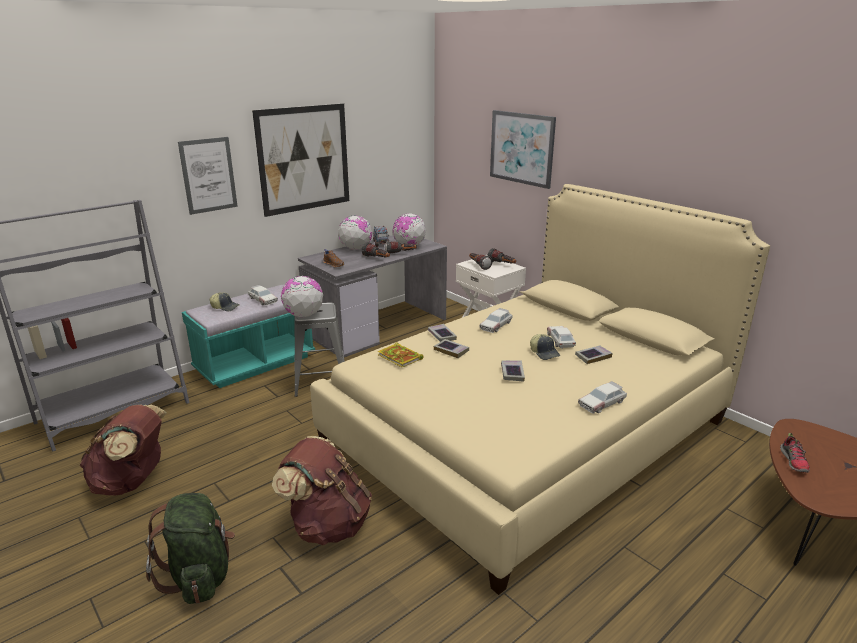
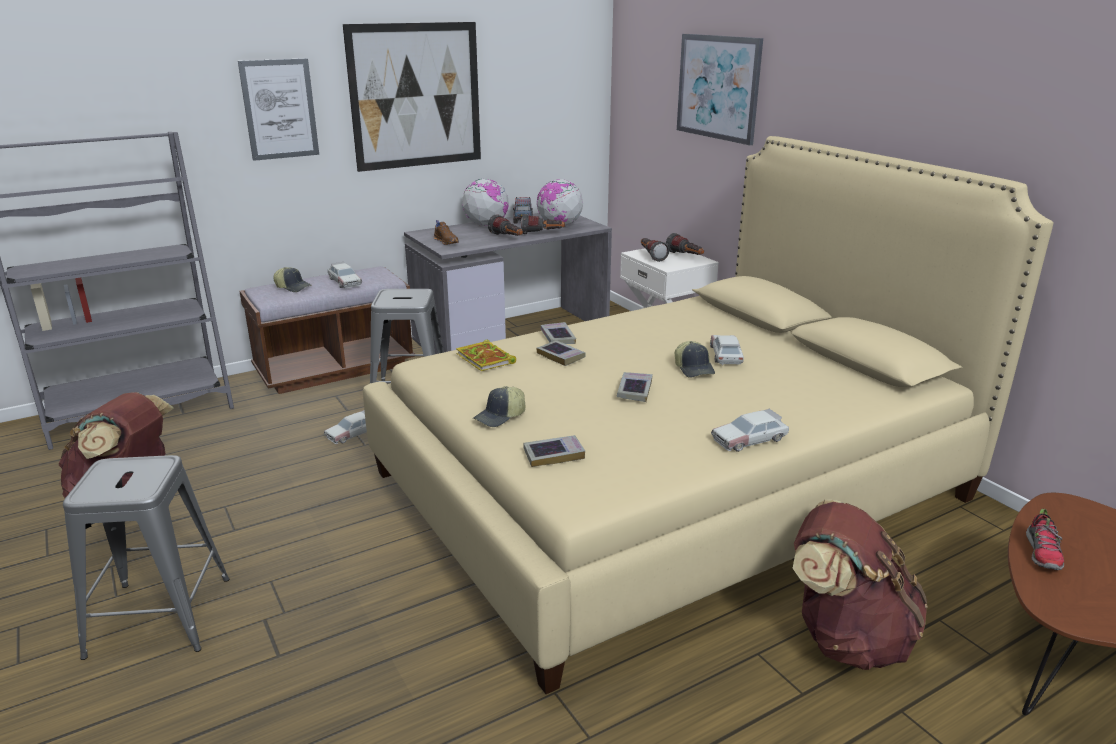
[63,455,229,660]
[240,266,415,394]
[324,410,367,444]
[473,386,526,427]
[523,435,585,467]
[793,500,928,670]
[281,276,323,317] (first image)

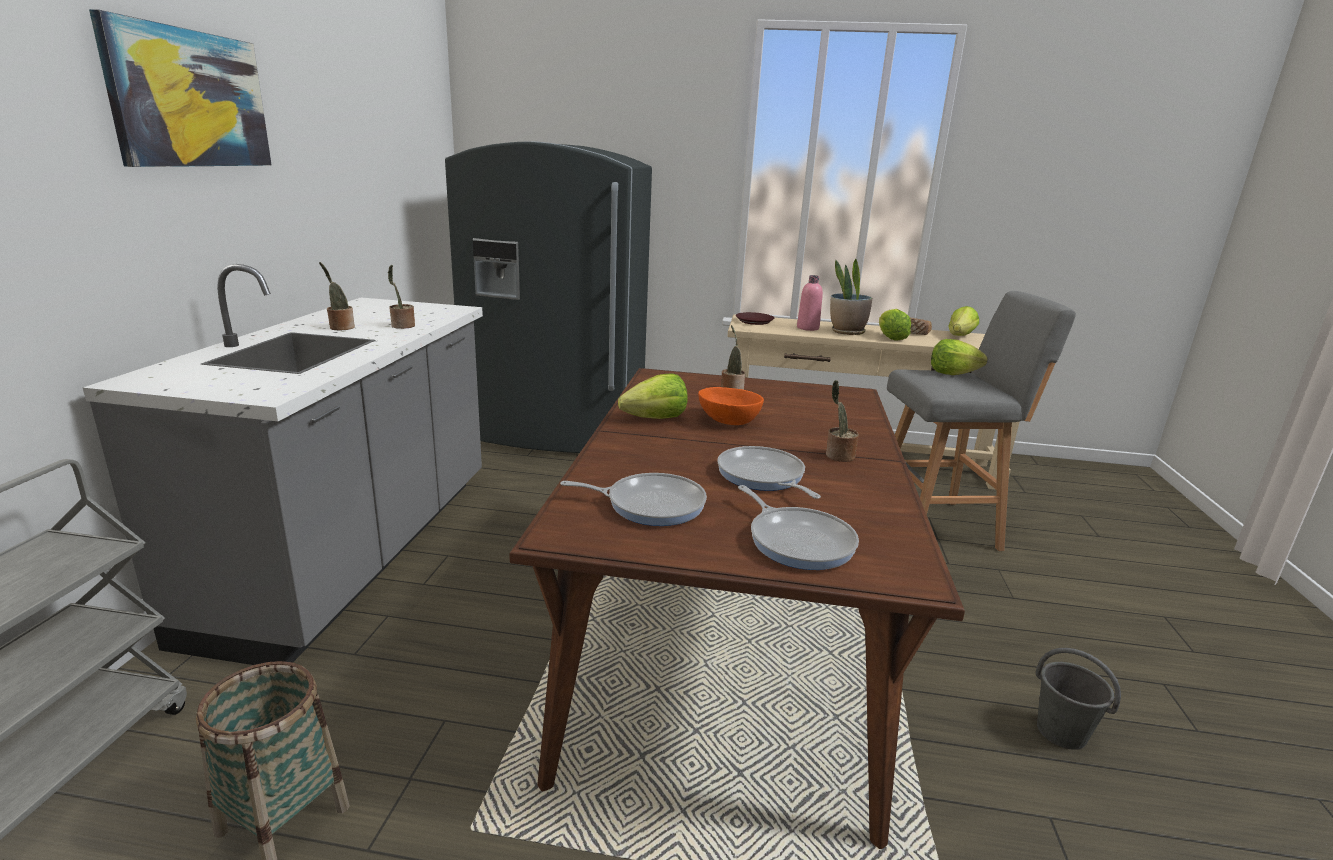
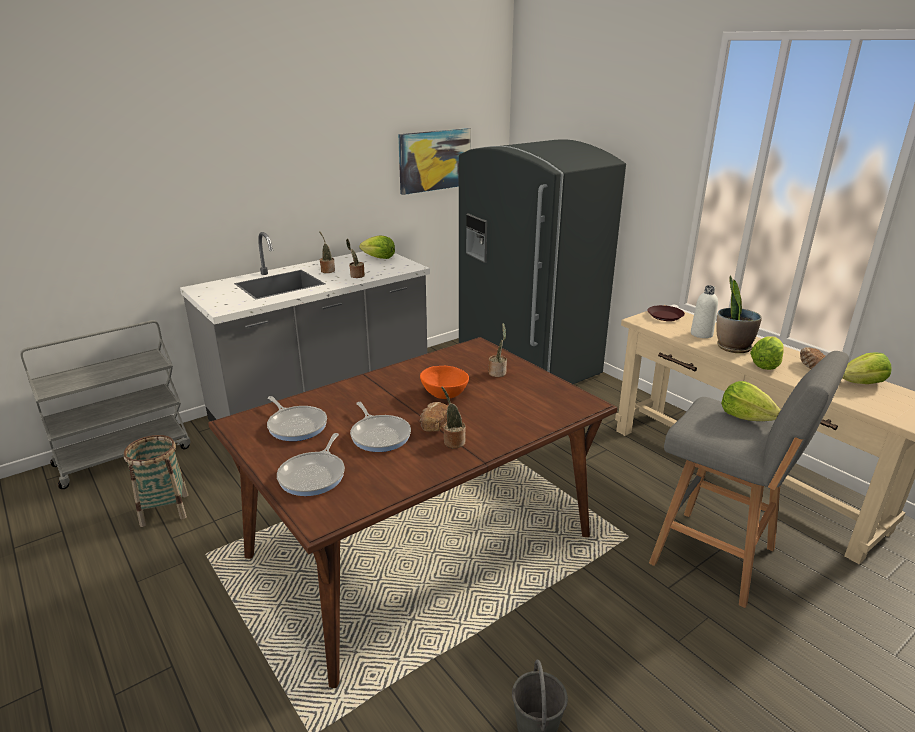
[350,402,411,452]
[359,235,395,259]
[398,128,471,195]
[420,402,448,431]
[691,285,718,338]

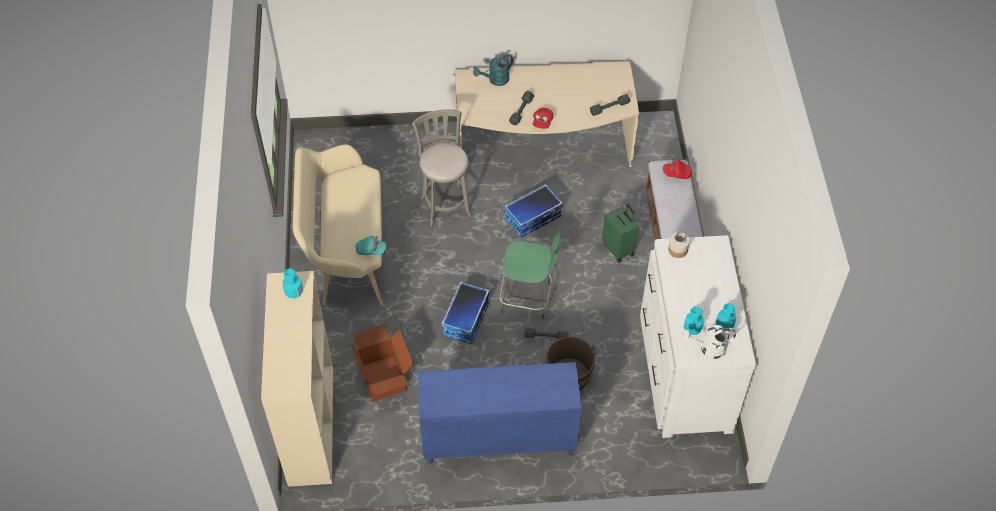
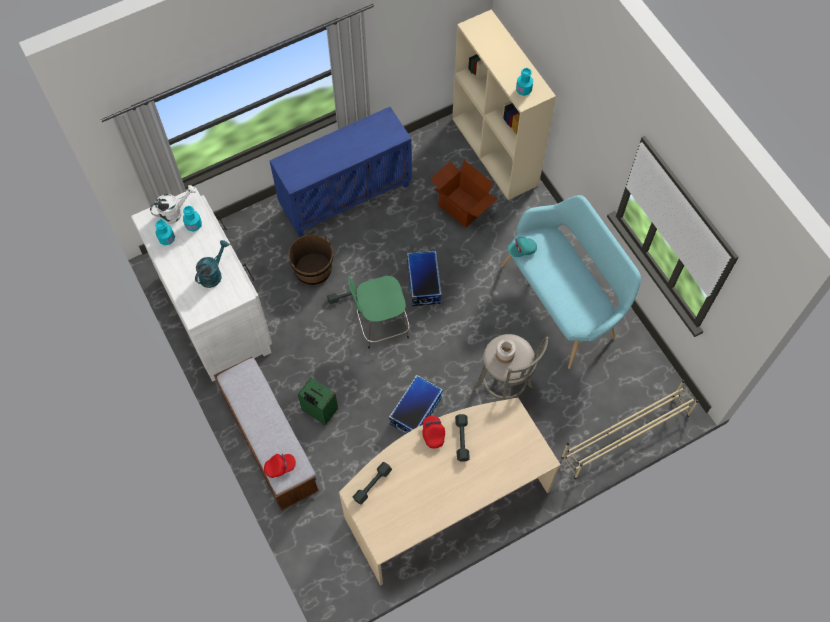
[195,240,229,288]
[496,340,516,364]
[501,195,641,369]
[561,380,699,479]

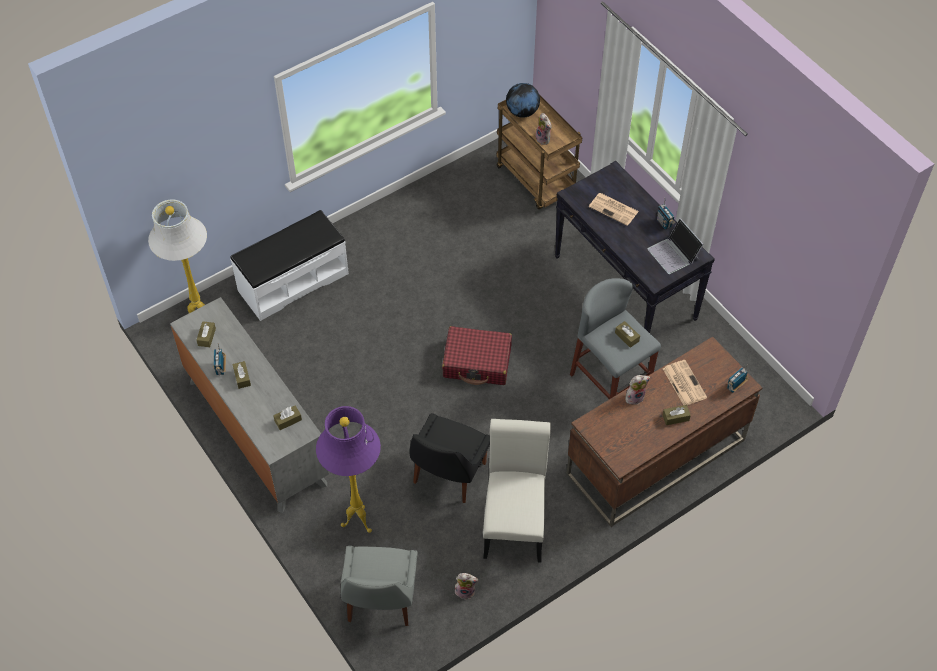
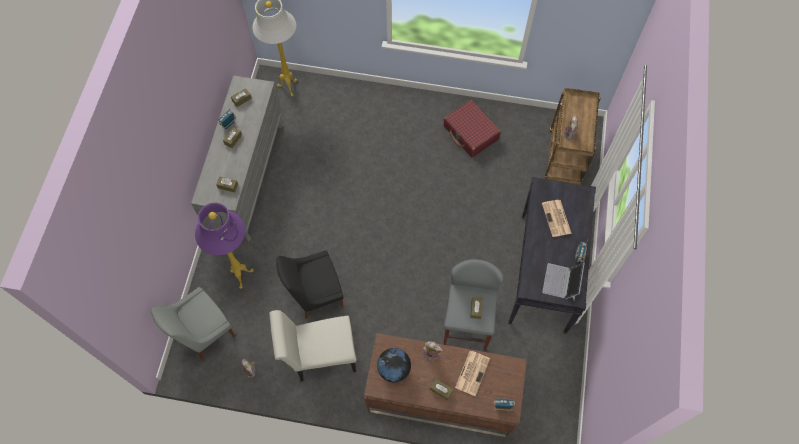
[269,310,357,382]
[377,348,411,383]
[444,100,501,157]
[230,210,349,321] (first image)

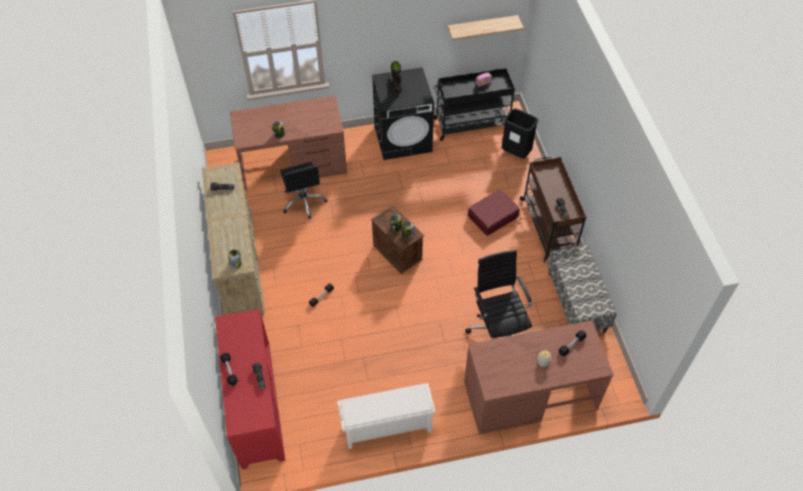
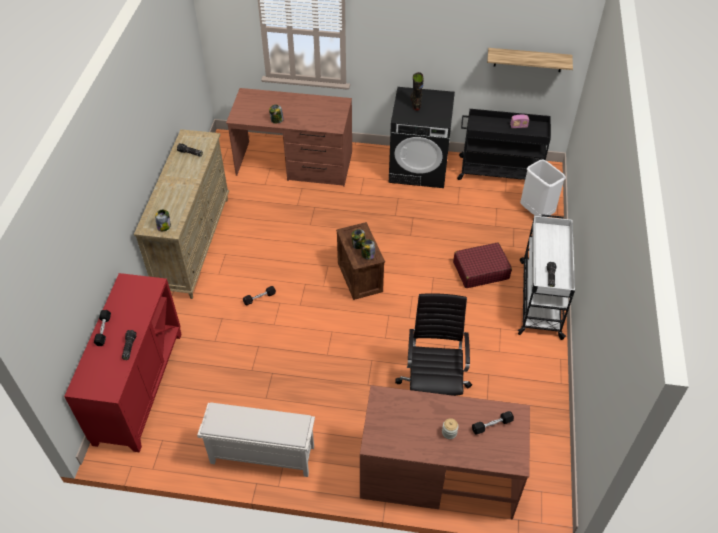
[518,214,575,340]
[520,159,566,216]
[280,162,327,219] (first image)
[547,244,616,333] (first image)

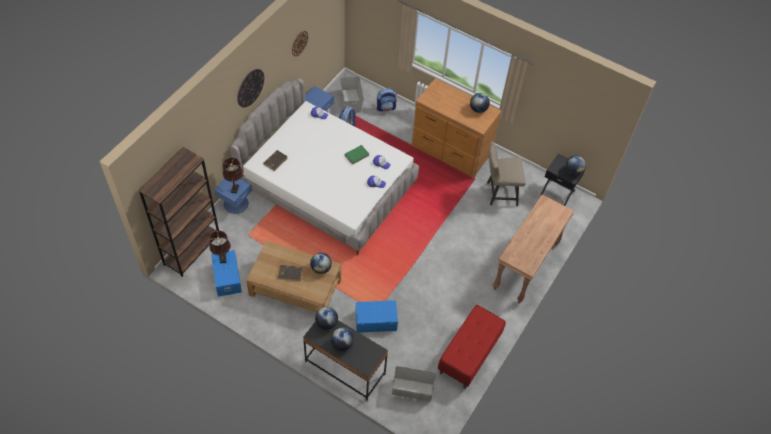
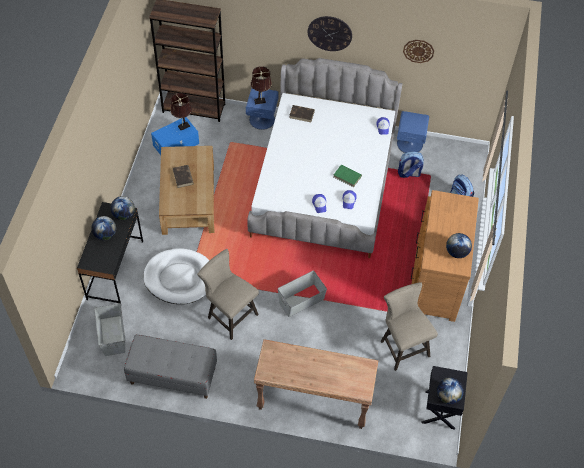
[124,334,217,399]
[143,248,209,304]
[197,249,259,340]
[278,271,327,317]
[310,253,332,274] (first image)

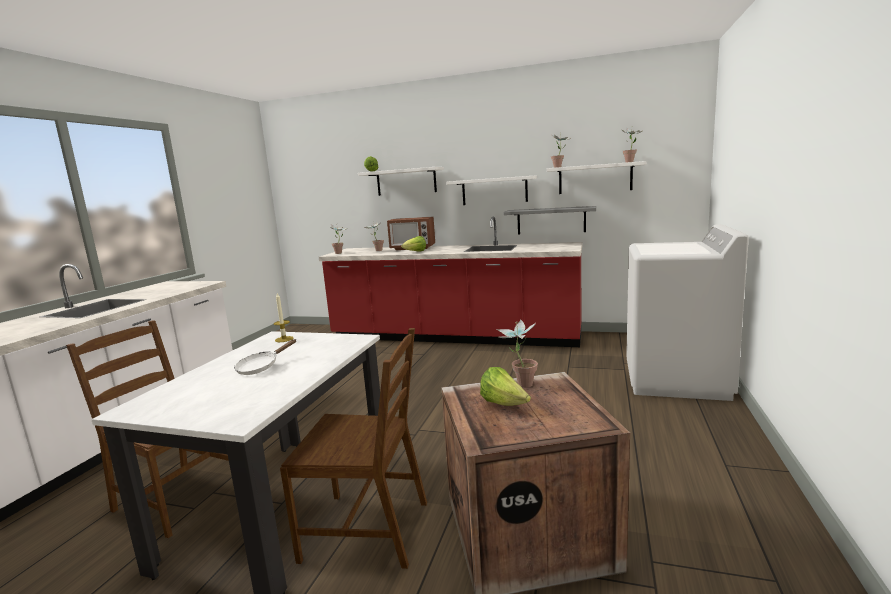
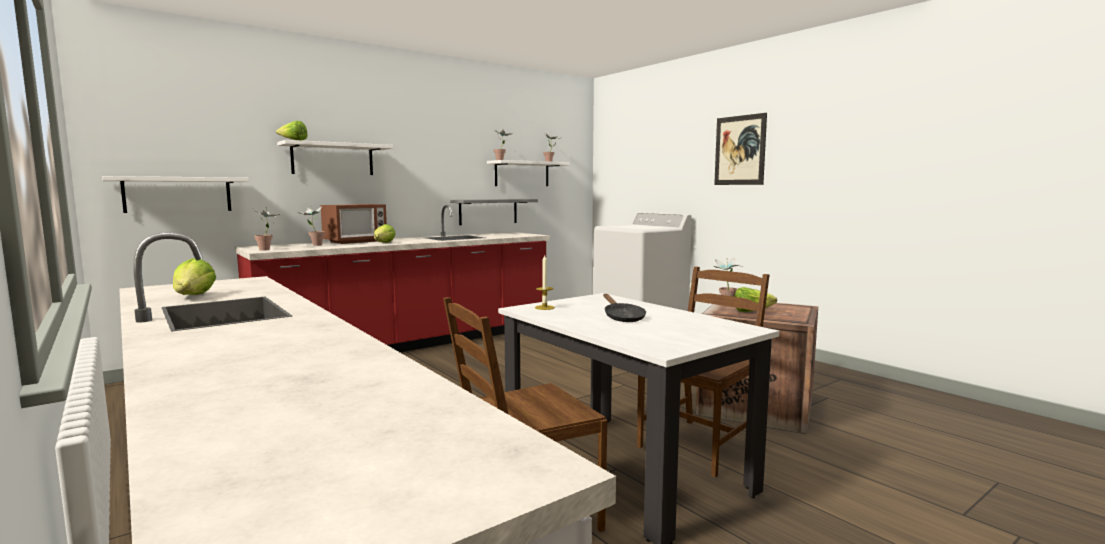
[102,176,249,213]
[173,258,216,295]
[603,294,646,322]
[714,113,767,185]

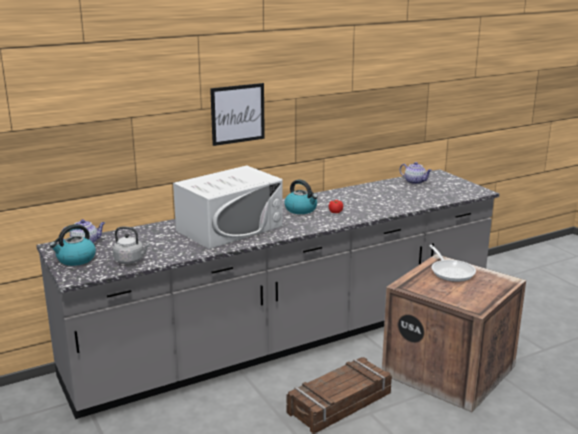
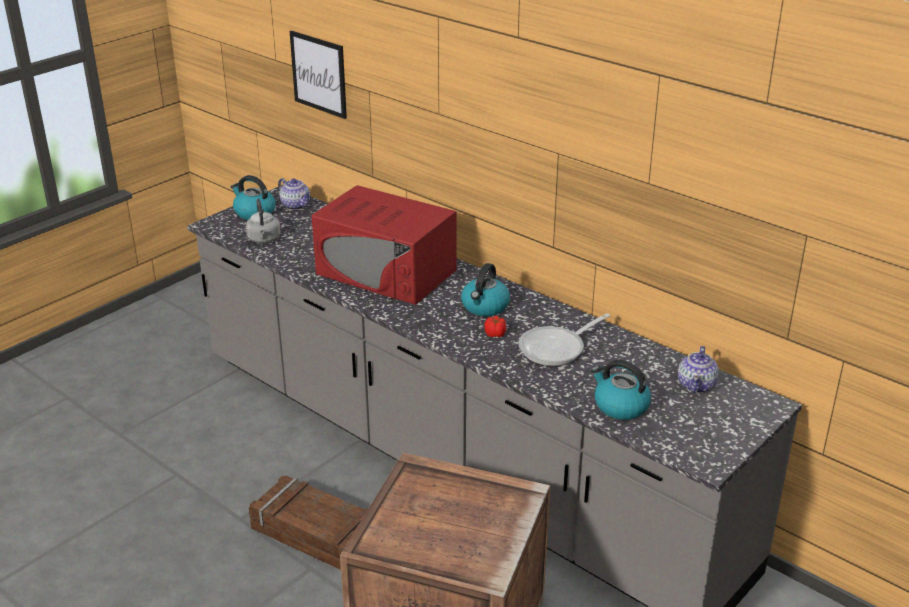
[290,31,347,119]
[312,185,456,305]
[518,313,610,366]
[591,360,651,420]

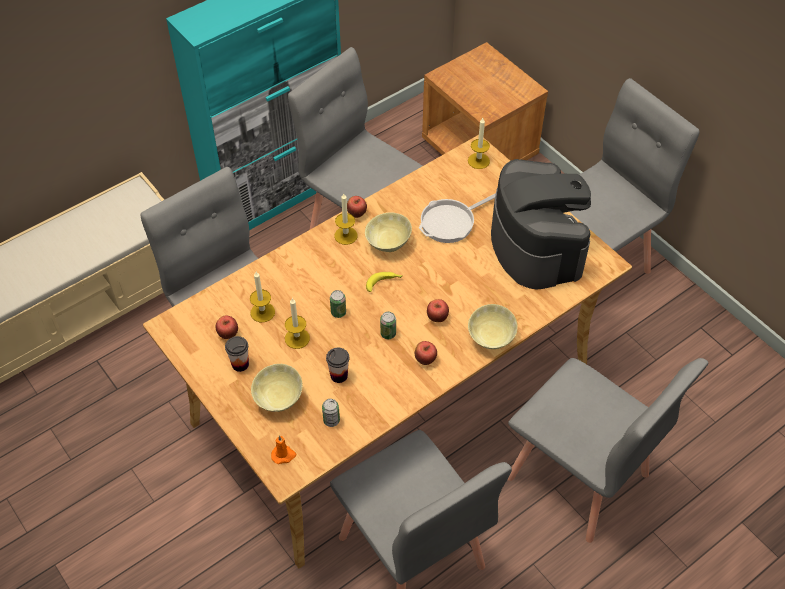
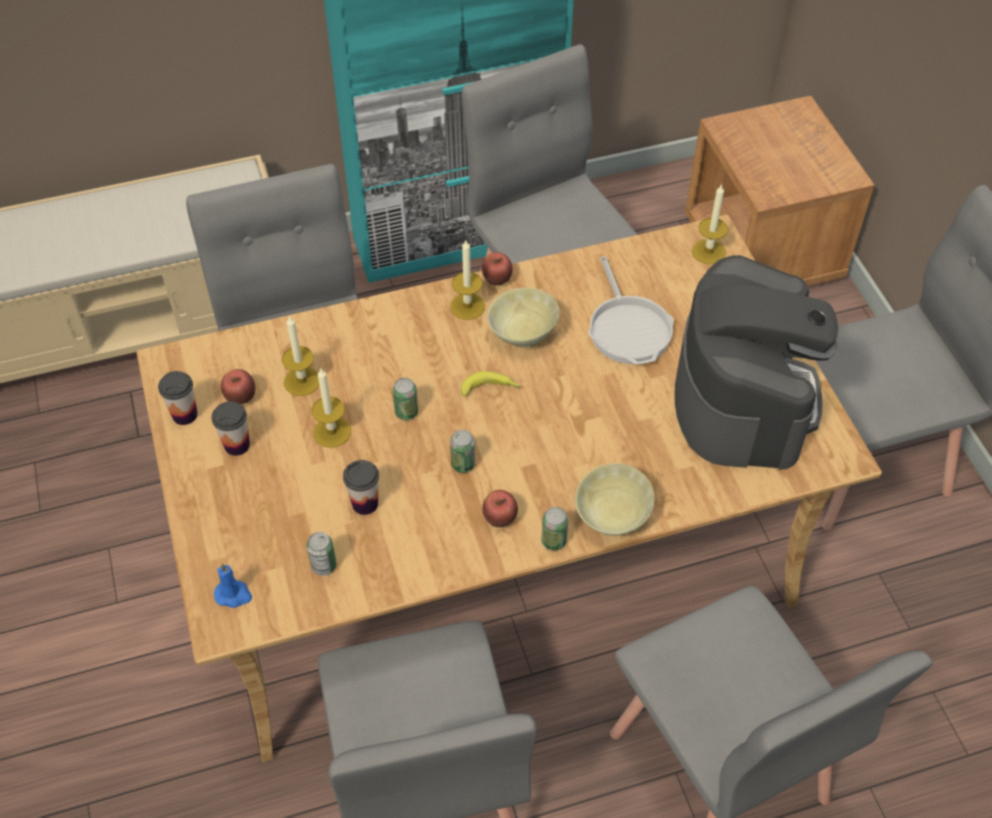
[158,371,197,425]
[214,563,252,608]
[541,507,568,551]
[589,256,674,365]
[251,364,302,412] (first image)
[427,299,449,322] (first image)

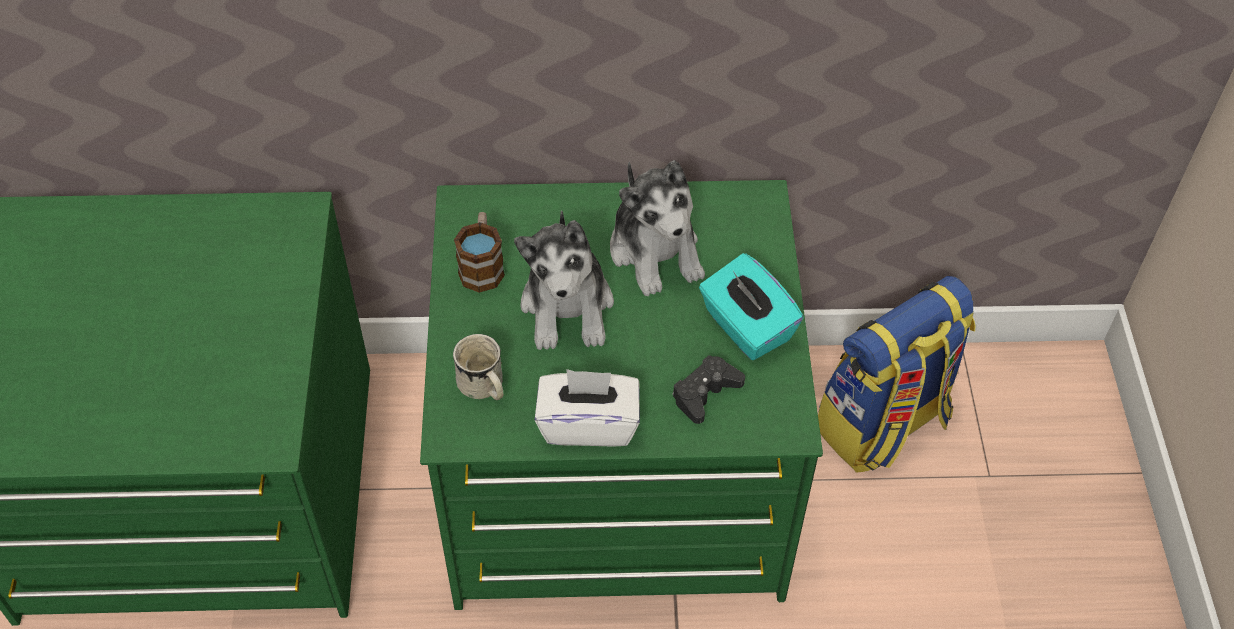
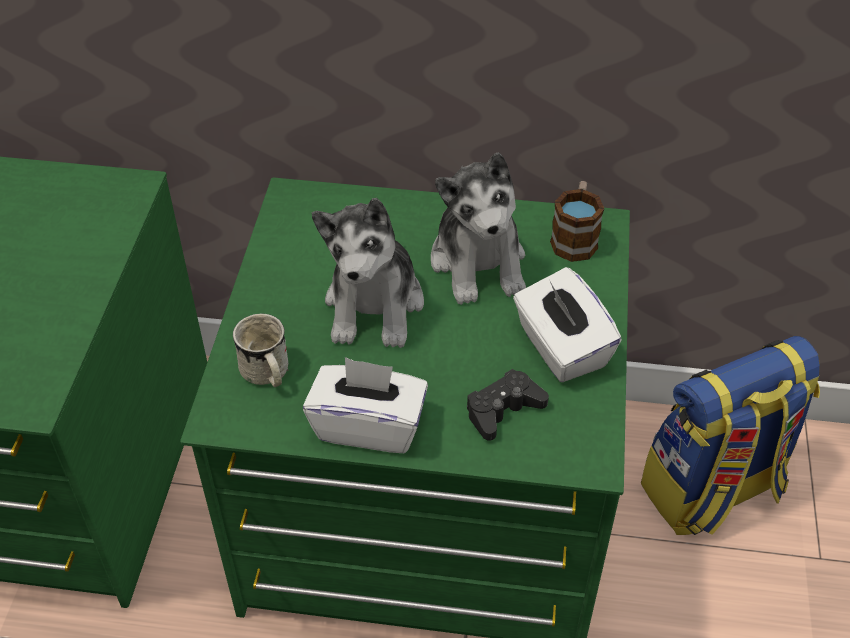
[513,267,622,382]
[550,181,604,262]

